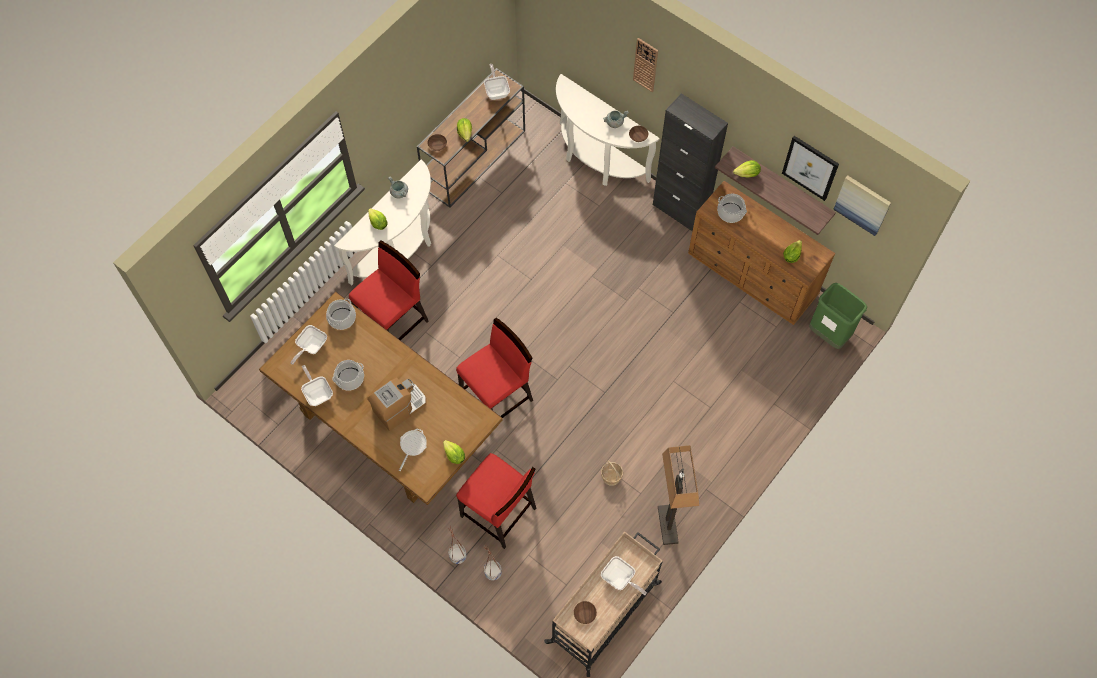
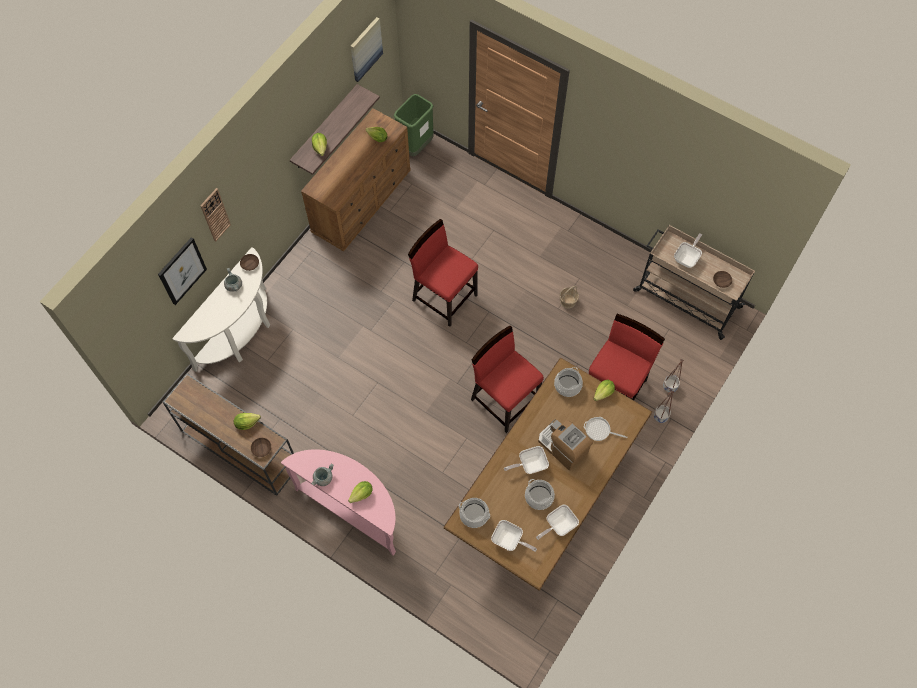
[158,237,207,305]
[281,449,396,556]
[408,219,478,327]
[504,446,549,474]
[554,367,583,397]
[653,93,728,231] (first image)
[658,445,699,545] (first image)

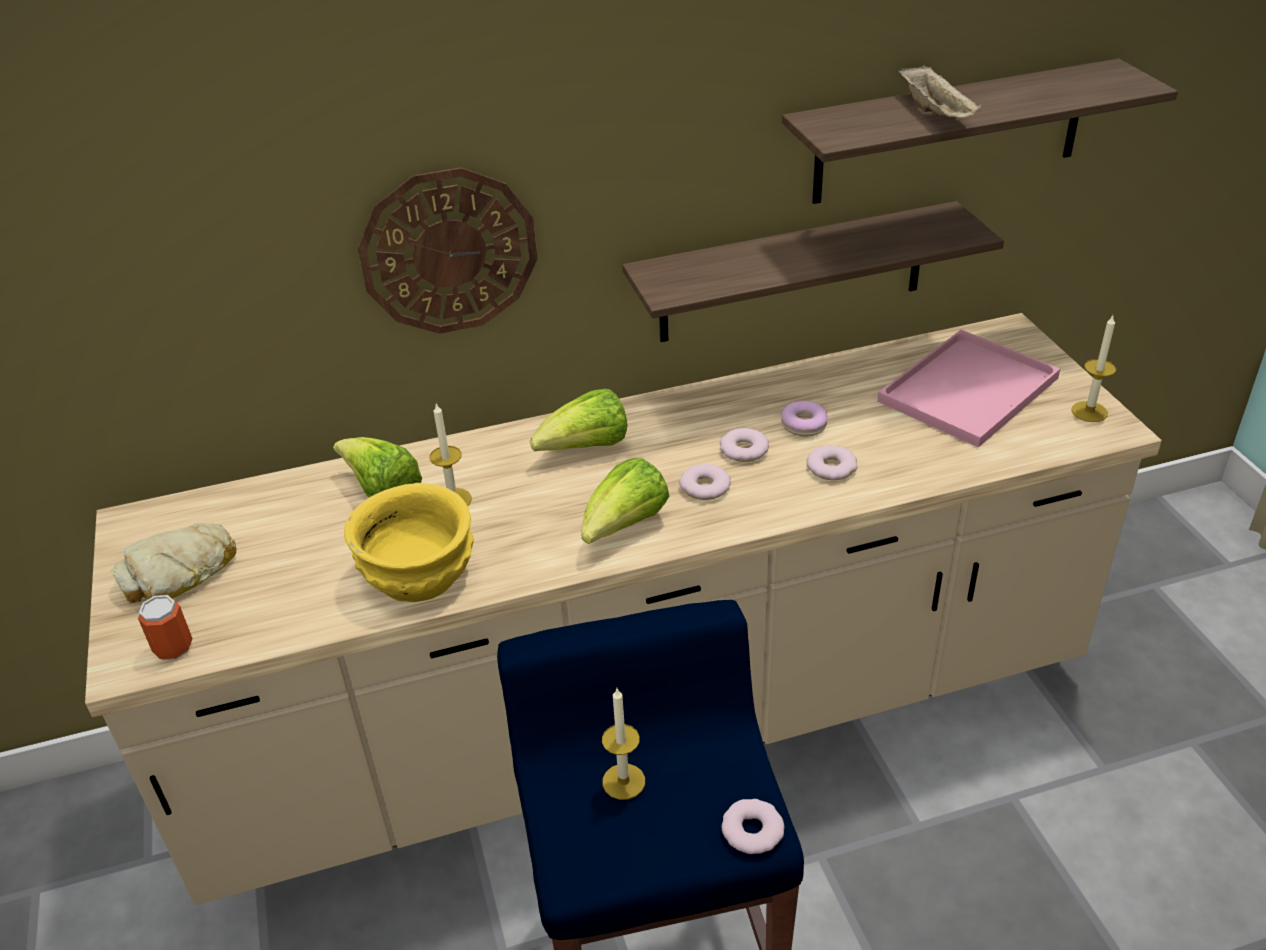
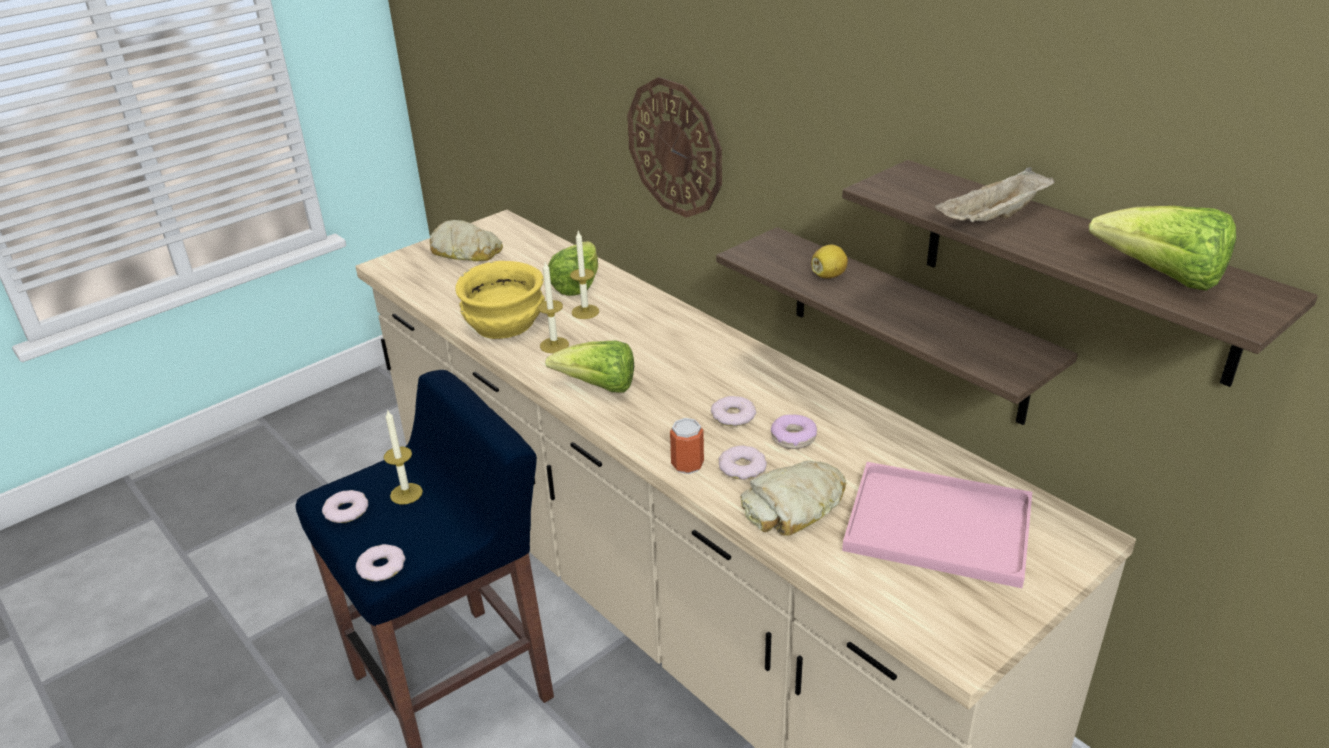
[322,490,368,523]
[538,262,569,353]
[670,418,704,474]
[741,460,847,536]
[811,245,848,279]
[1089,206,1236,291]

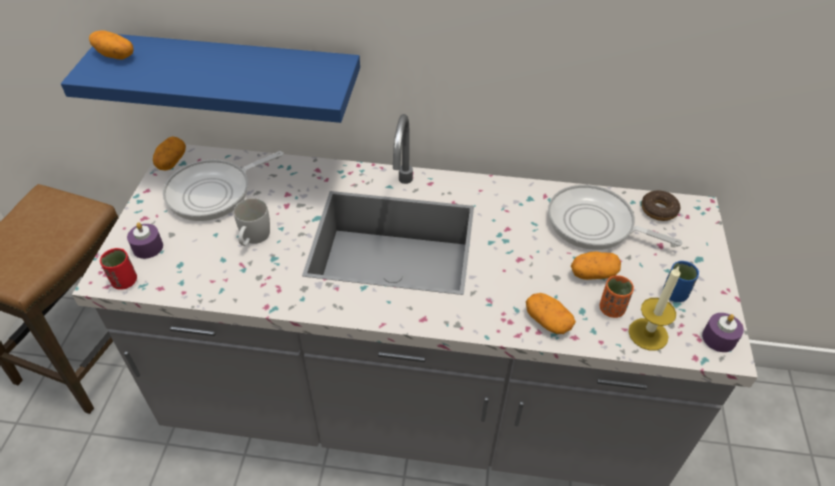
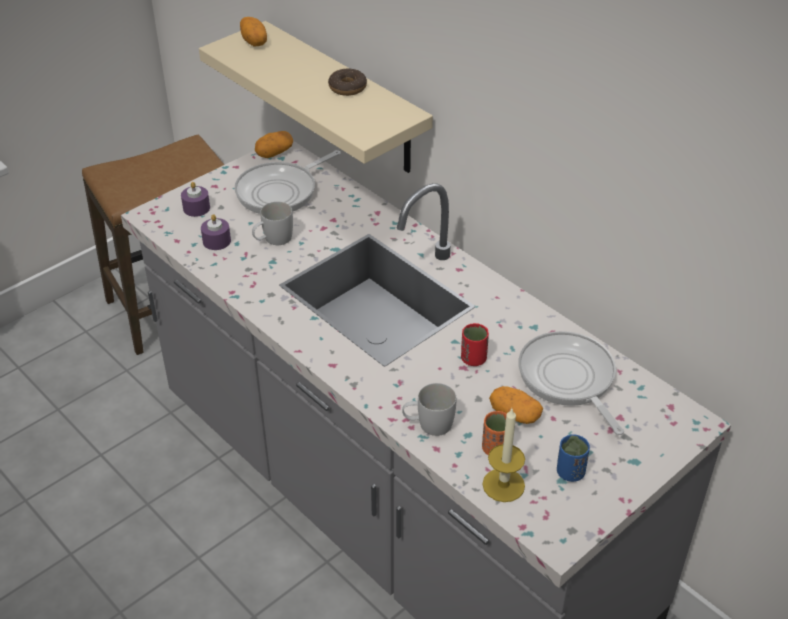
[199,21,433,173]
[201,214,231,250]
[234,150,341,214]
[328,68,367,96]
[402,383,456,436]
[461,323,489,366]

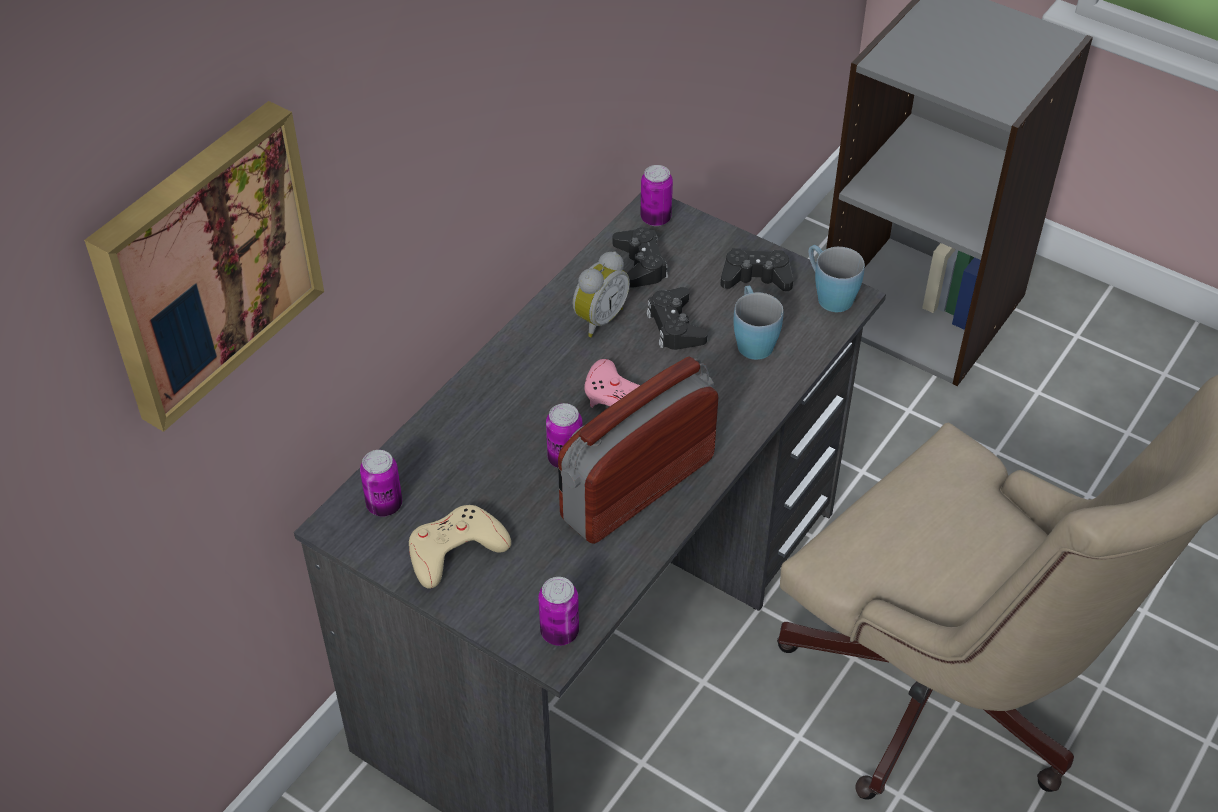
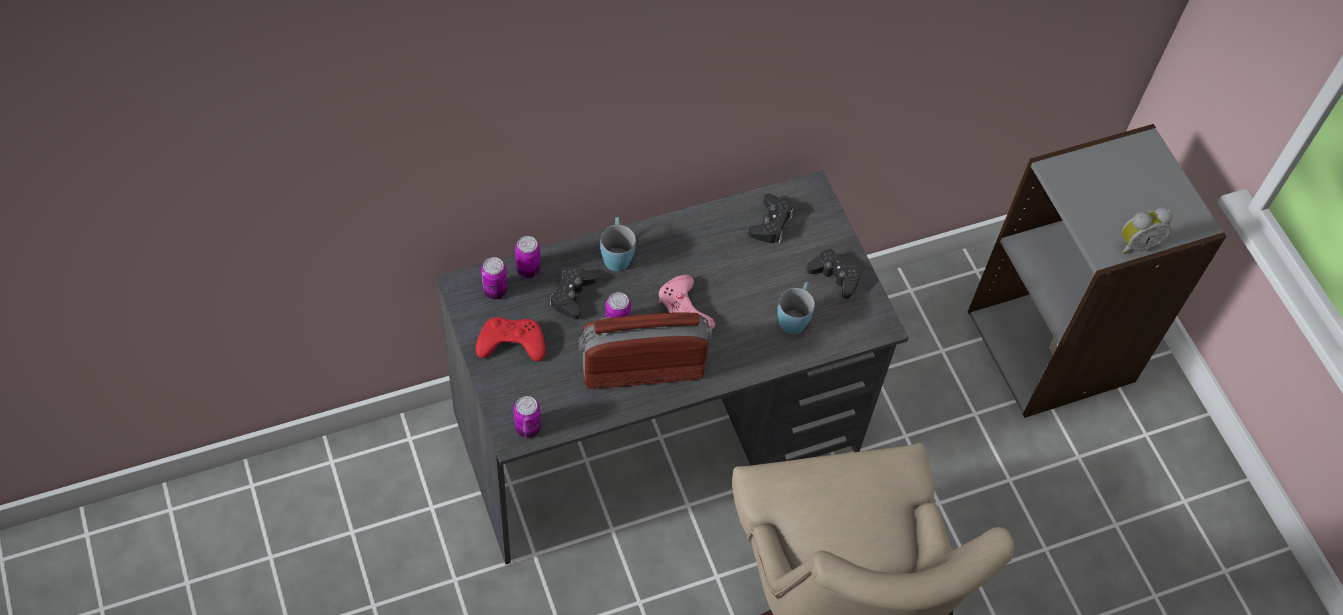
[476,317,545,361]
[515,236,541,278]
[550,266,597,319]
[600,217,636,271]
[1122,207,1173,254]
[84,101,324,432] (first image)

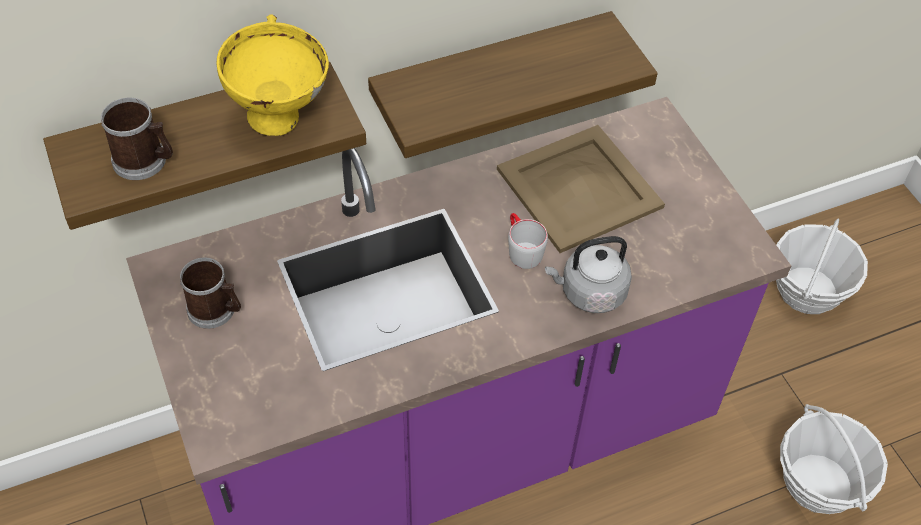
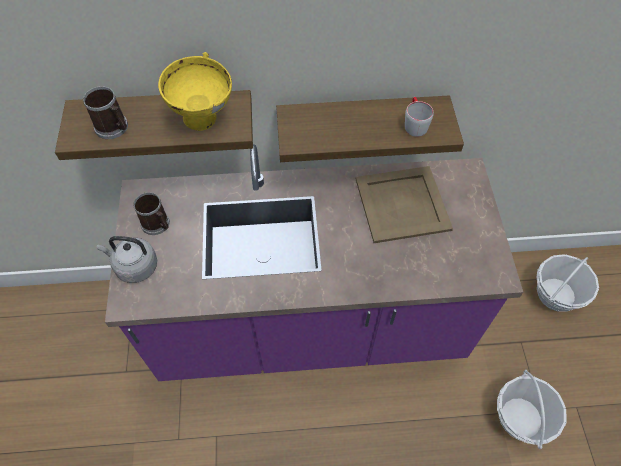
[97,236,157,283]
[405,97,433,137]

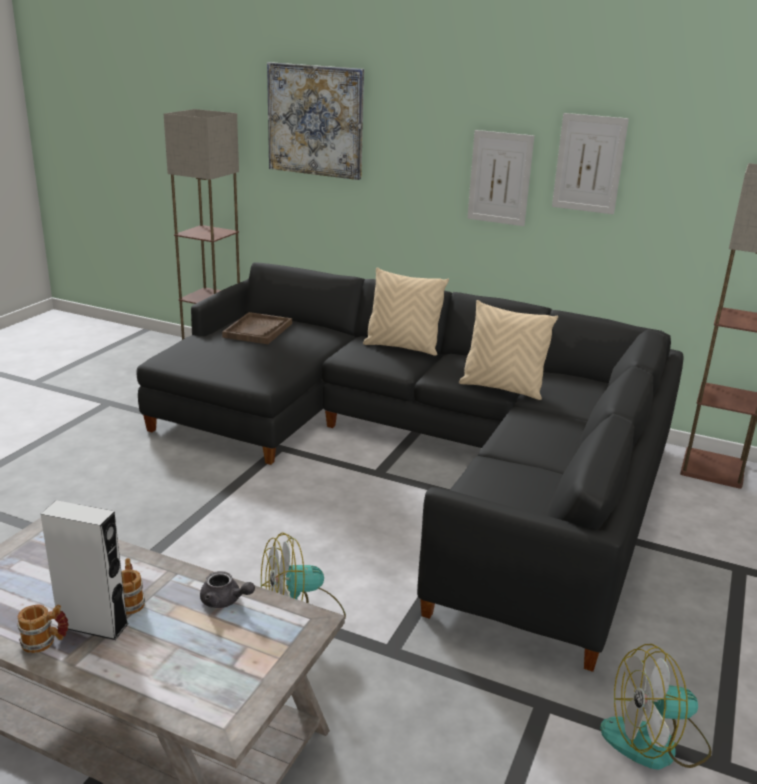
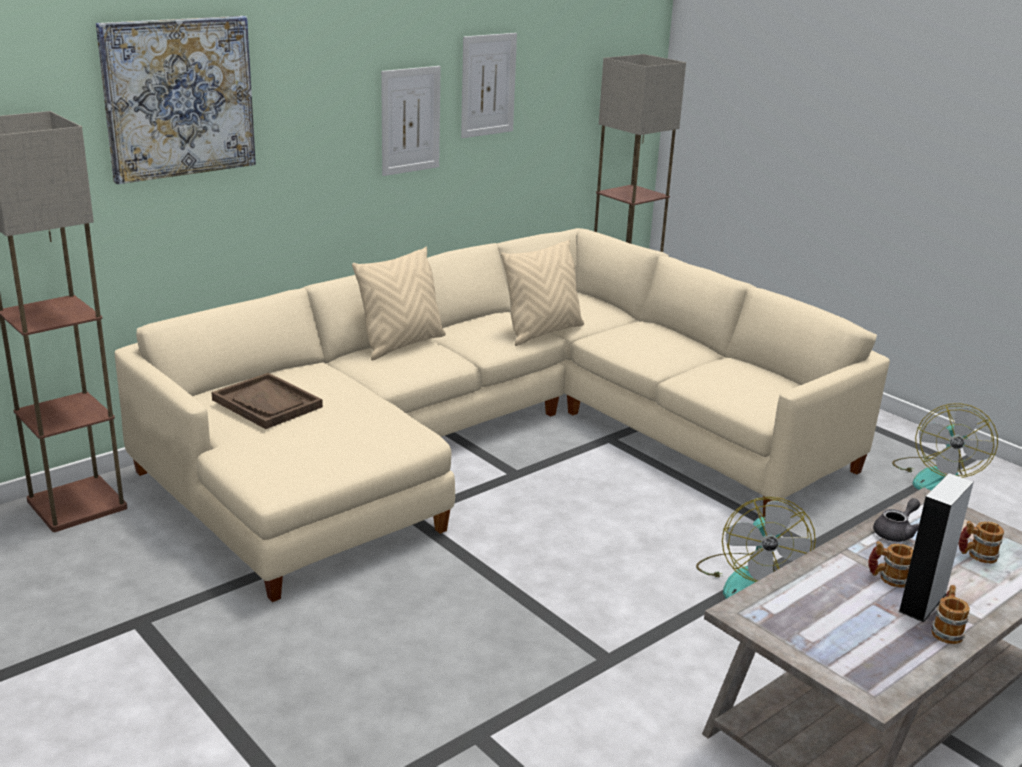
[114,228,890,602]
[958,521,1004,564]

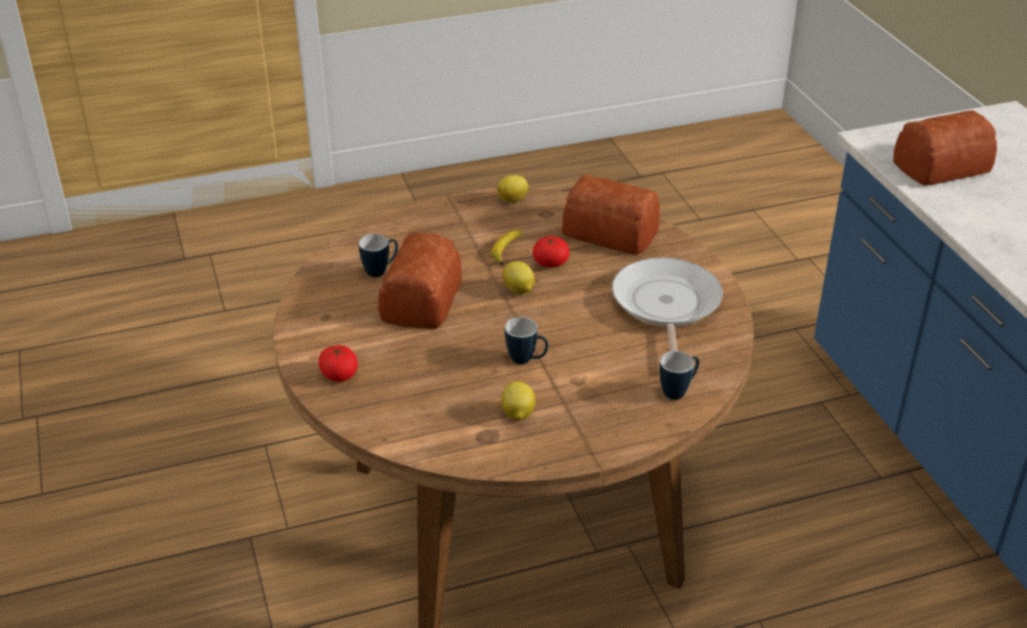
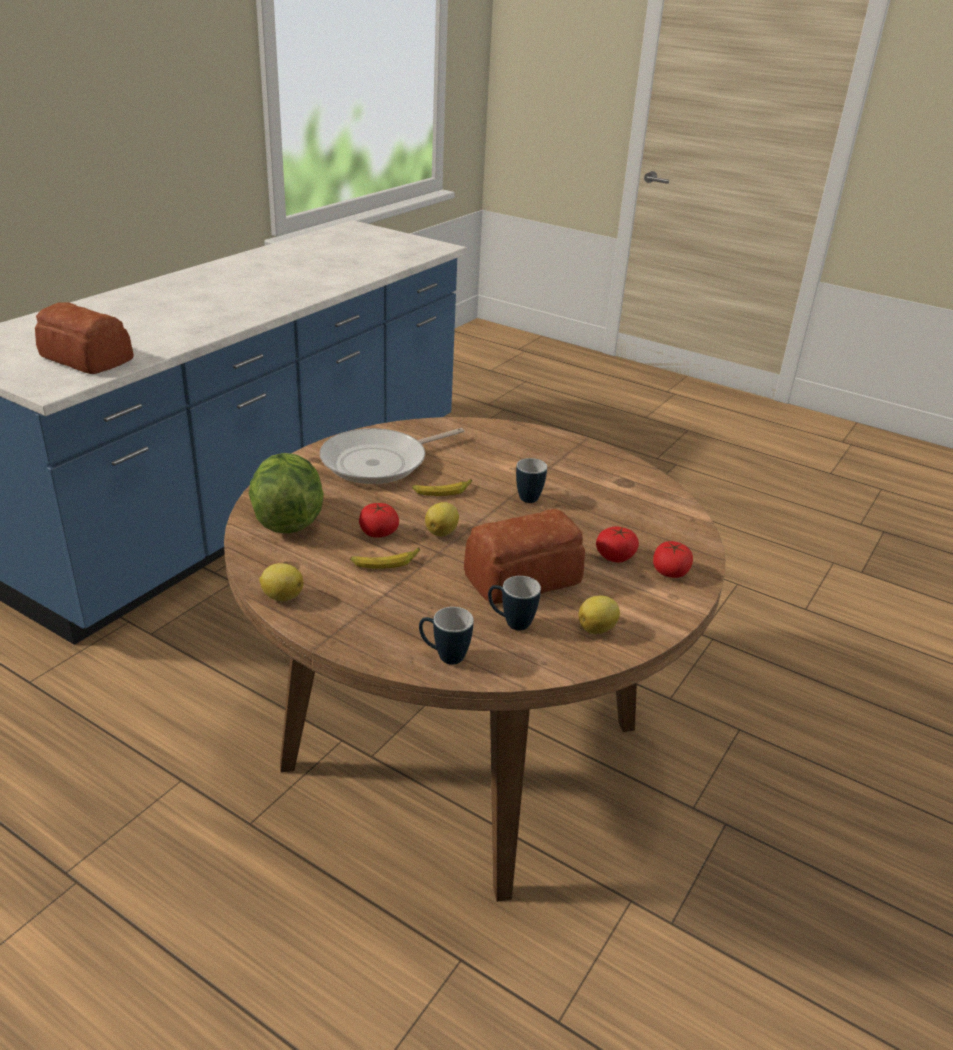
[249,453,324,534]
[412,479,472,496]
[419,607,474,665]
[579,596,620,634]
[596,526,639,563]

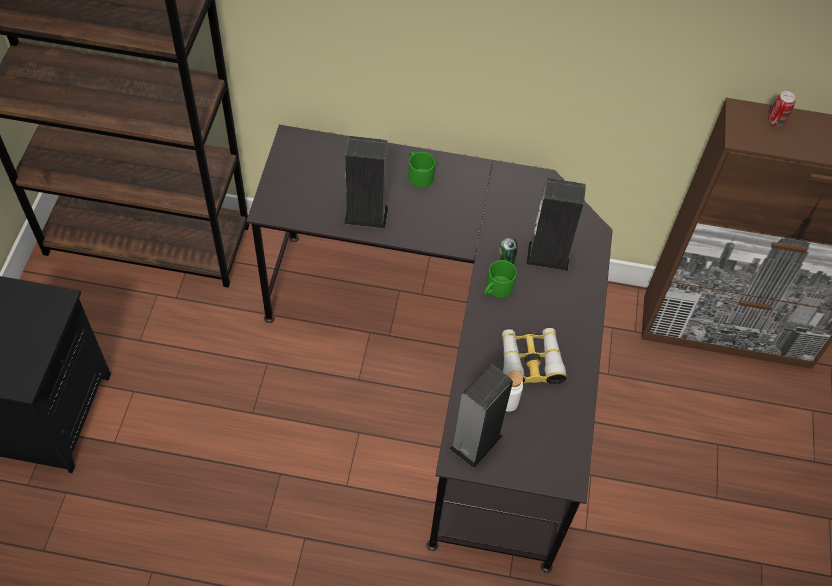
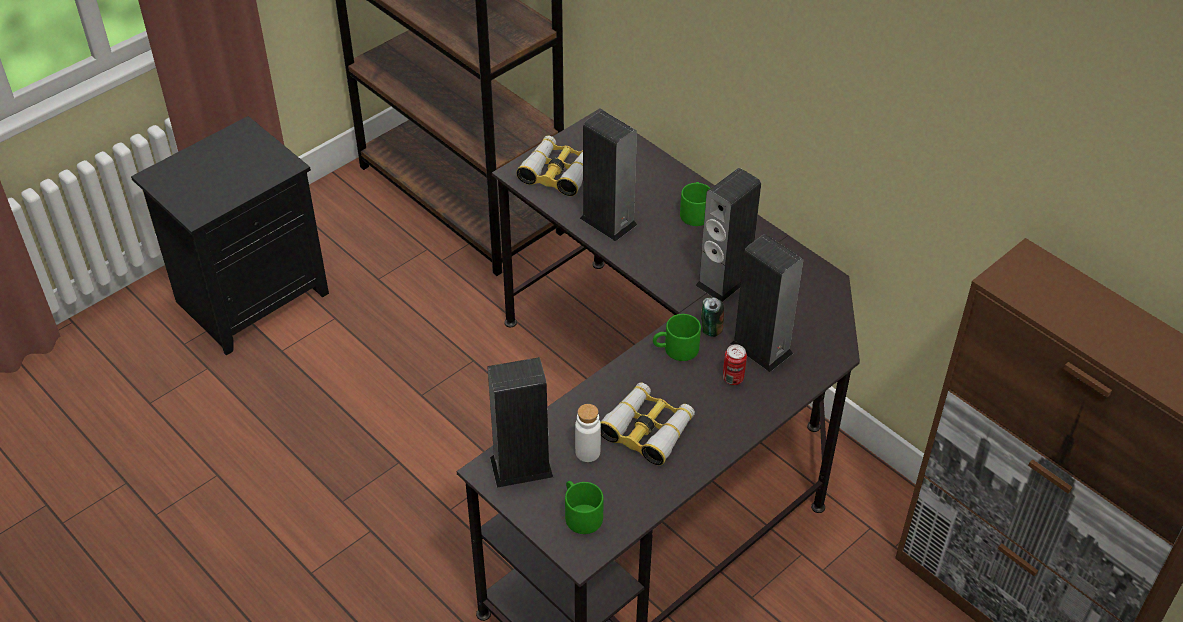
[516,136,583,196]
[565,481,604,534]
[695,168,761,302]
[723,344,747,385]

